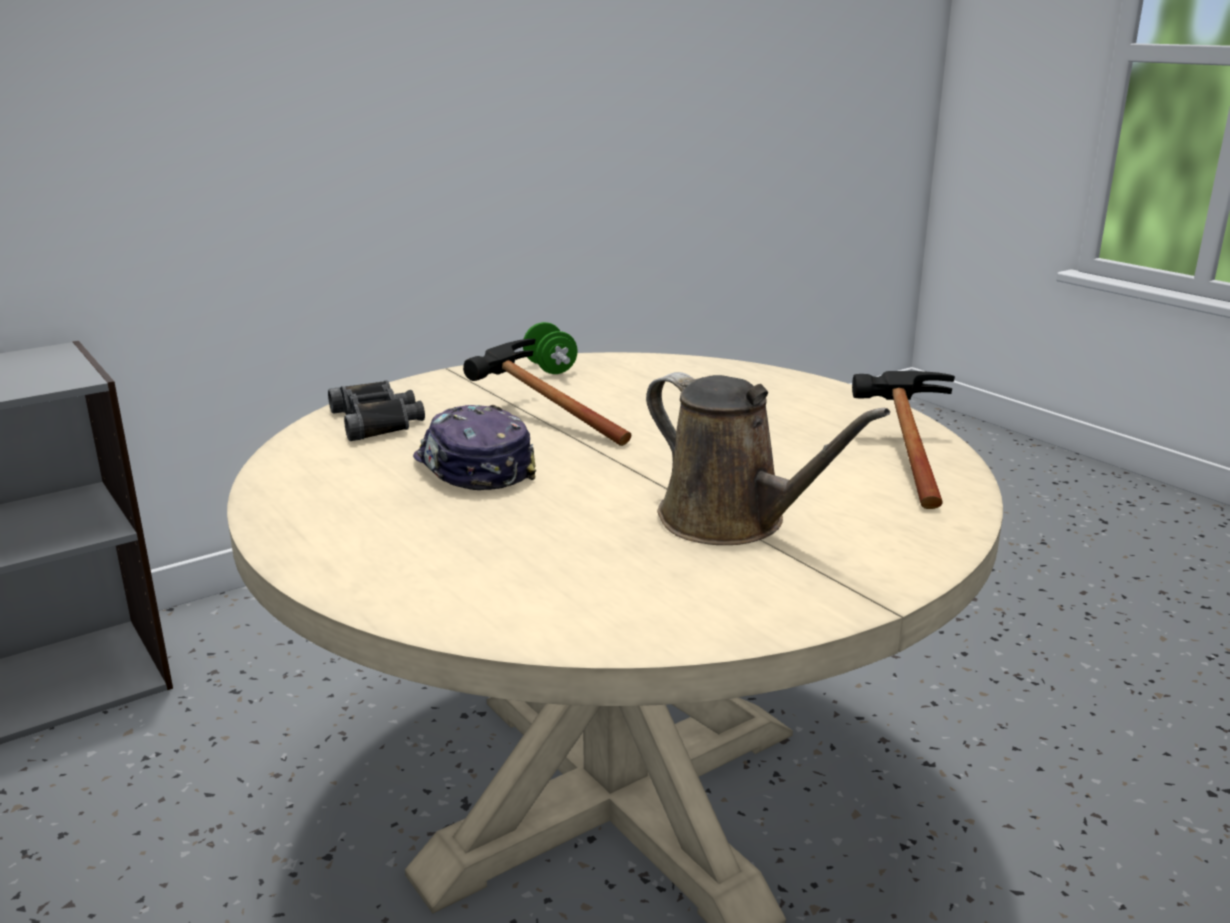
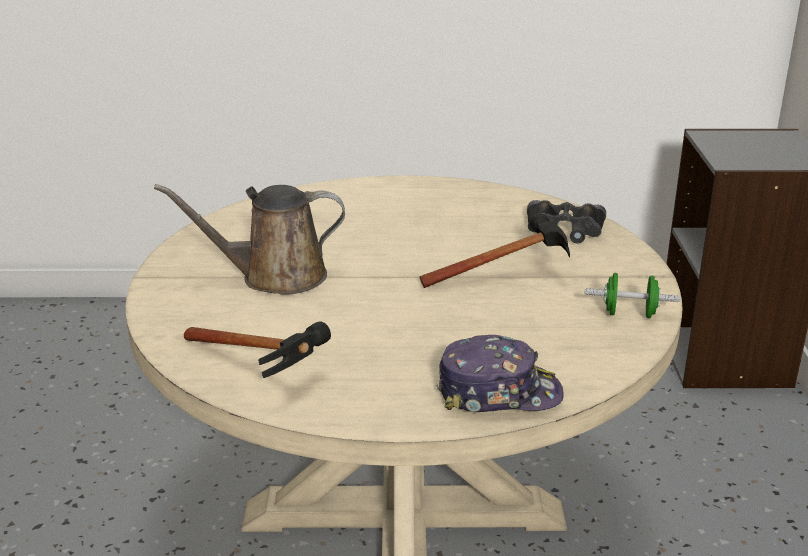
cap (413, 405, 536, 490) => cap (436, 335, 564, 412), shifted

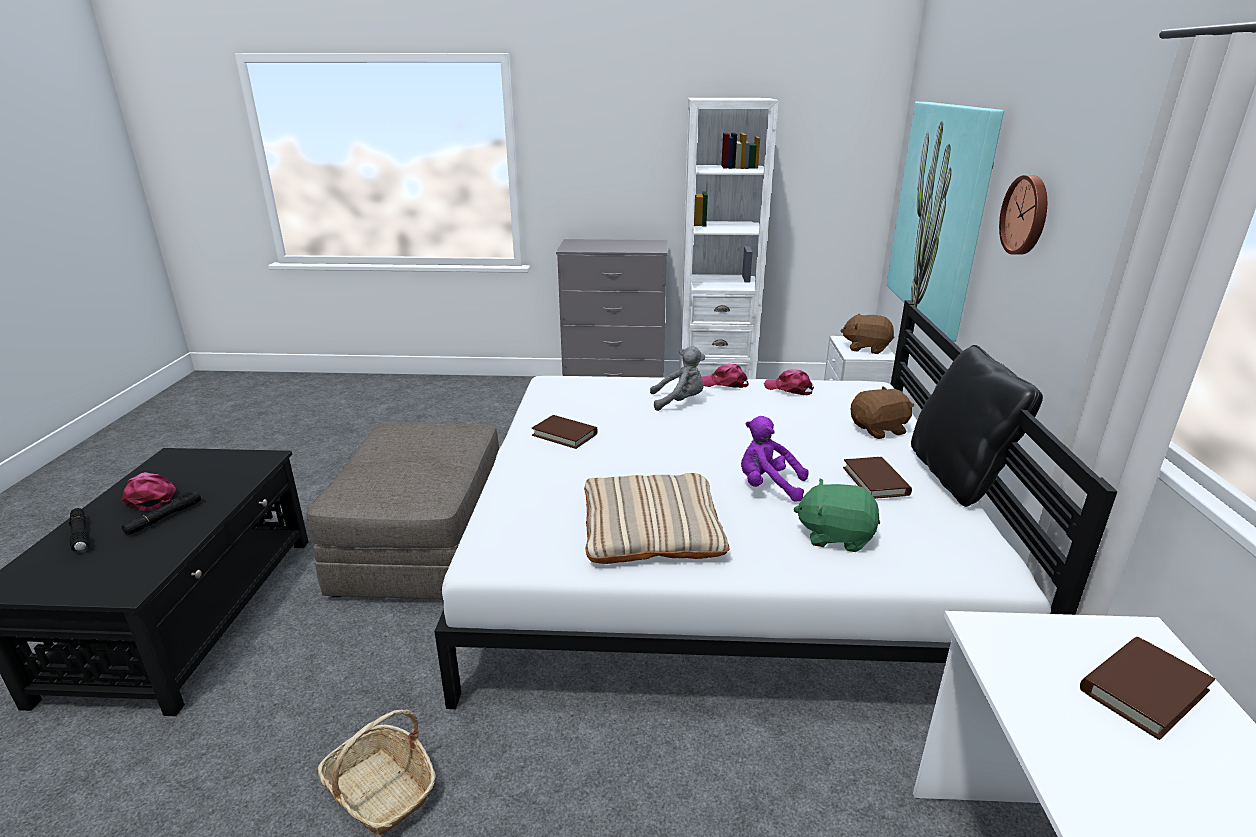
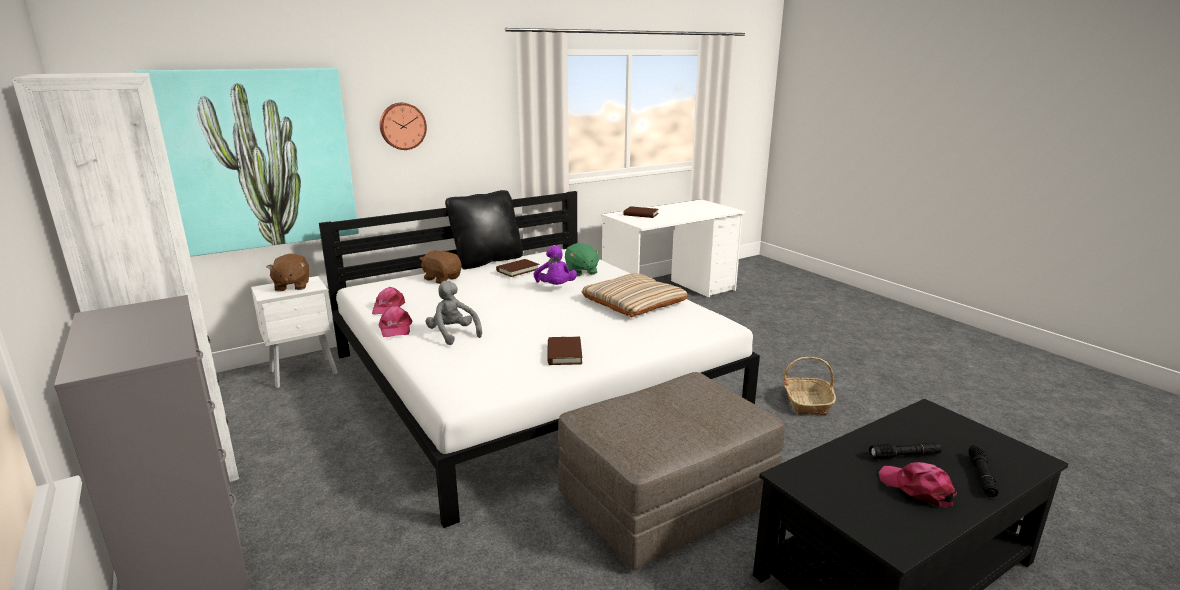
pink_cap (121, 472, 176, 511) => pink_cap (879, 462, 957, 508), 120 degrees clockwise

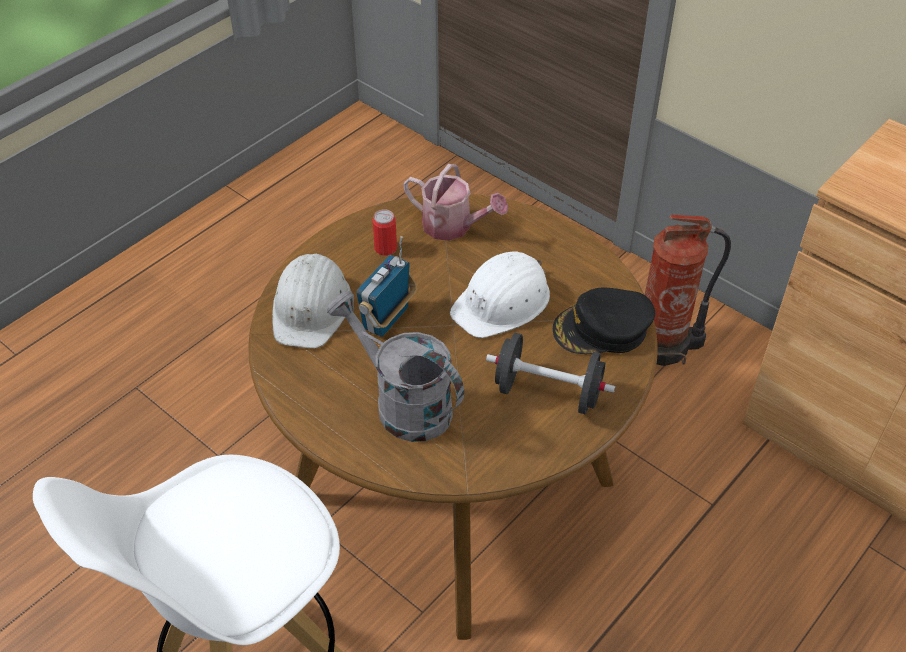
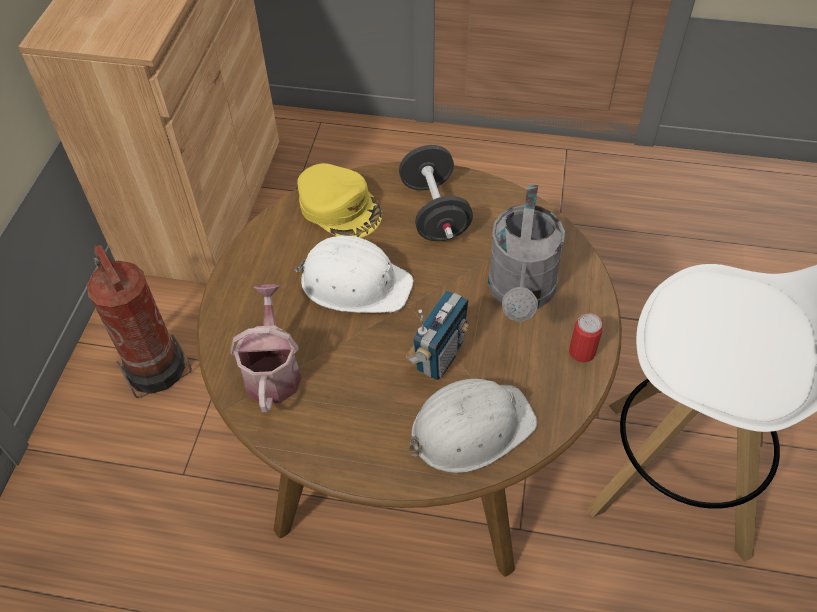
radio (356, 236, 417, 337) => radio (406, 290, 469, 380), 60 degrees counterclockwise
can (373, 209, 397, 256) => can (569, 313, 603, 362), shifted
black_cap (553, 288, 655, 354) => yellow_cap (297, 163, 382, 238)

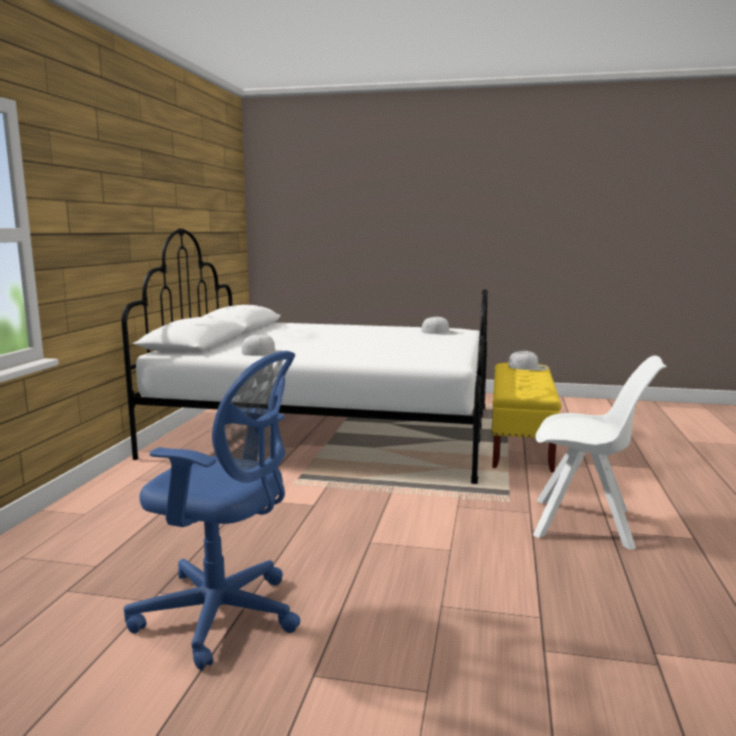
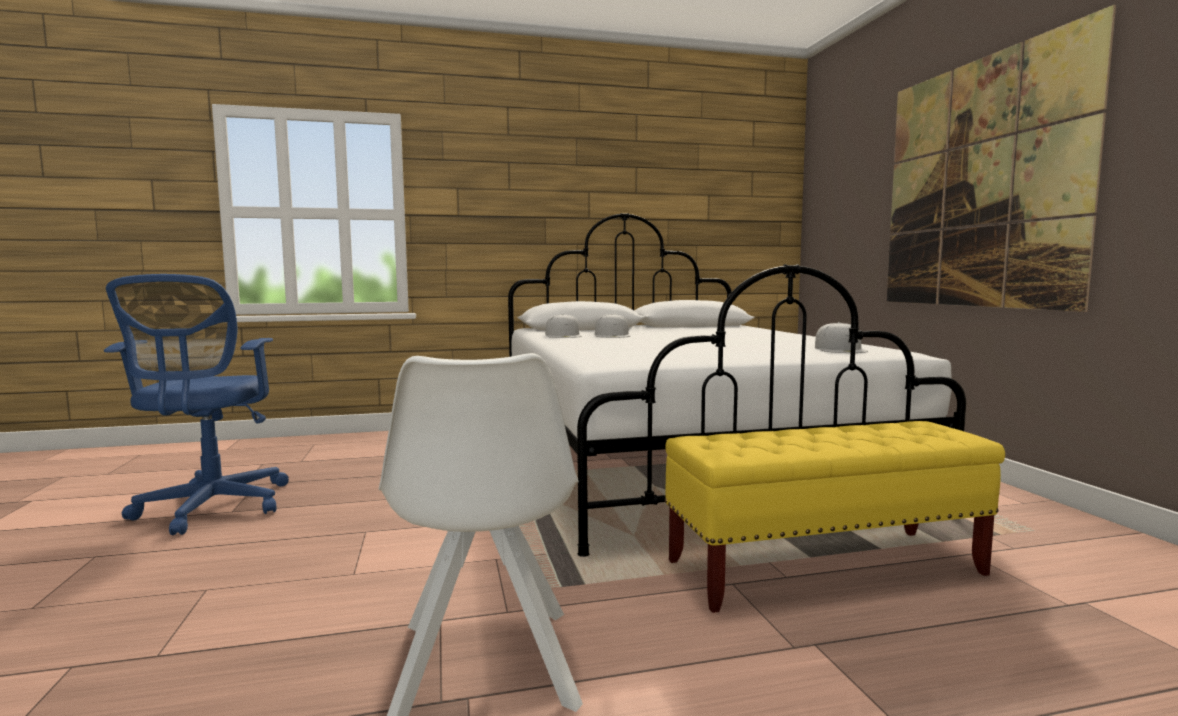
white_cap (508, 351, 548, 371) => white_cap (595, 314, 631, 338), shifted
nothing => picture (887, 5, 1116, 312)

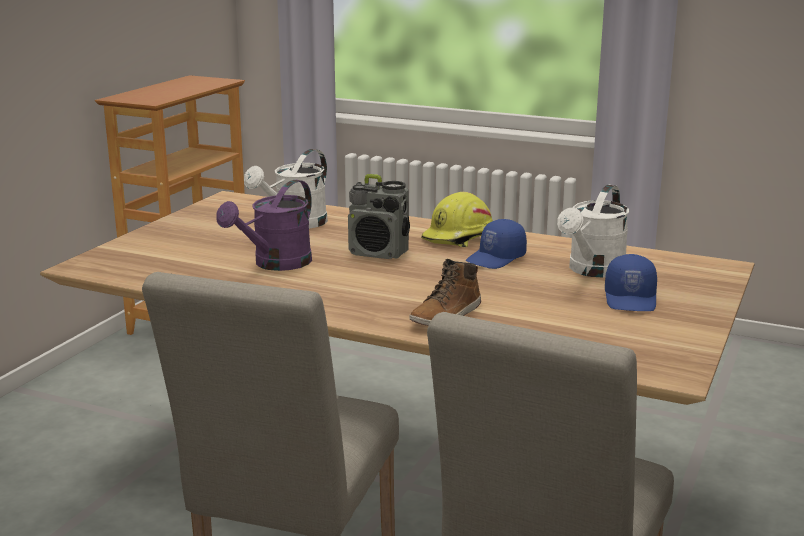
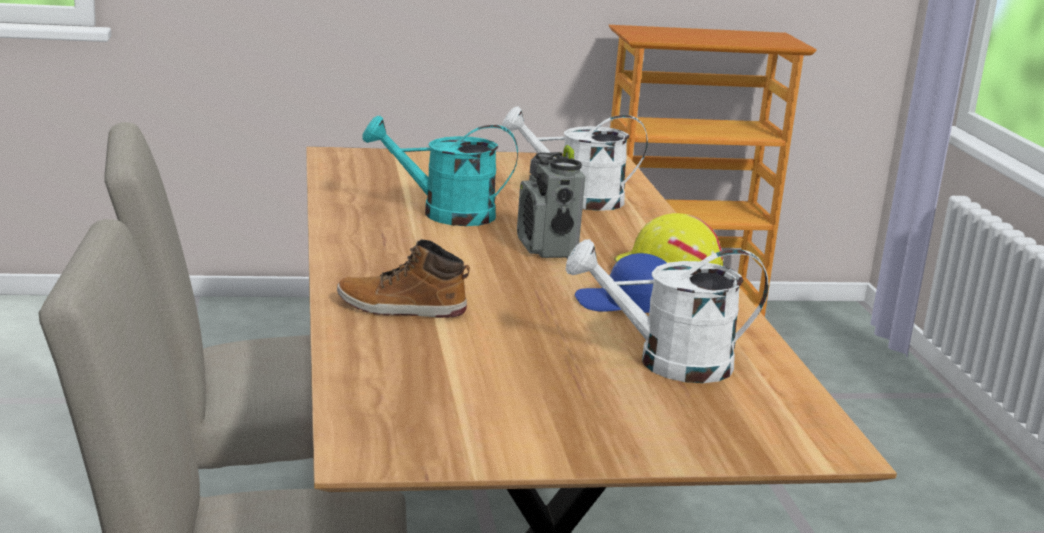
purple_watering_can (216, 180, 312, 271) => turquoise_watering_can (362, 115, 518, 226)
blue_cap (605, 254, 657, 311) => nothing

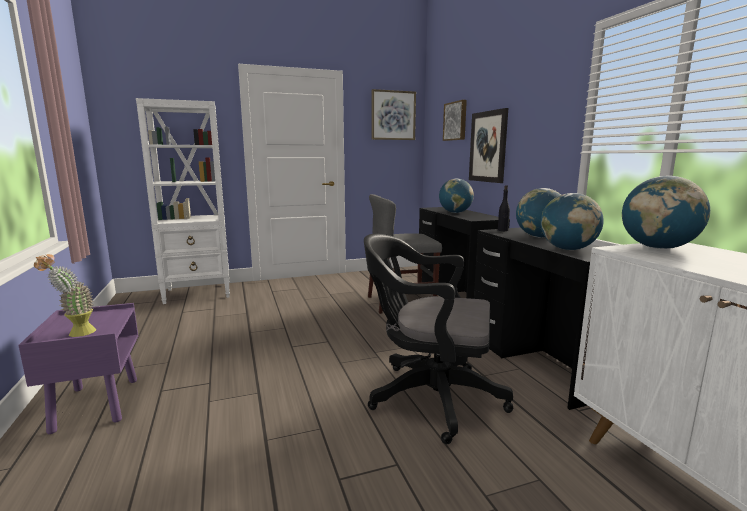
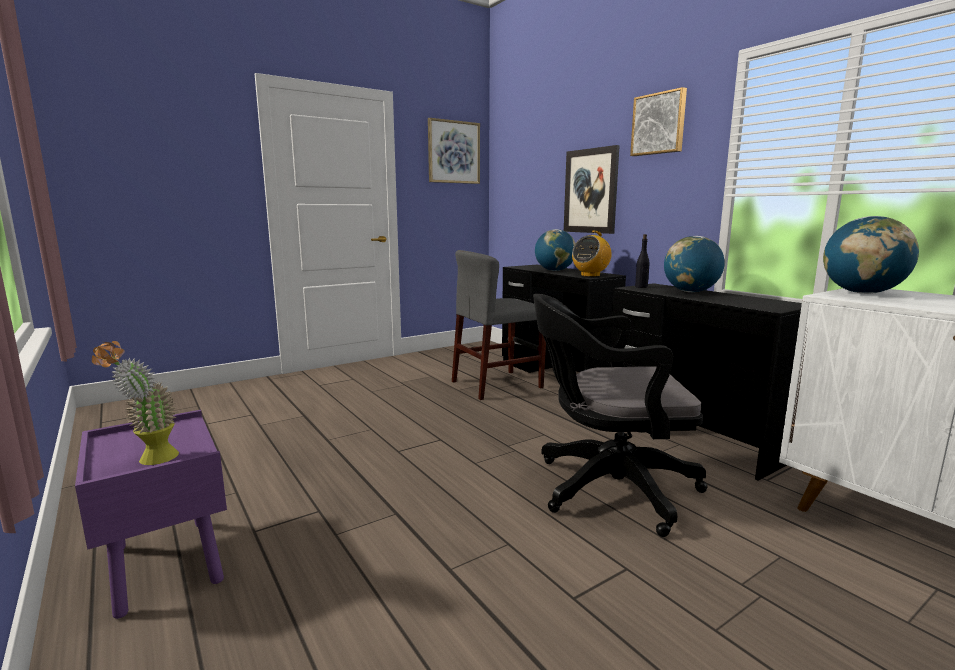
white_bookcase (136, 98, 230, 304) => nothing
picture (443, 100, 467, 141) => picture (630, 87, 687, 156), shifted
globe (541, 193, 604, 250) => nothing
nothing => radio (572, 231, 612, 277)

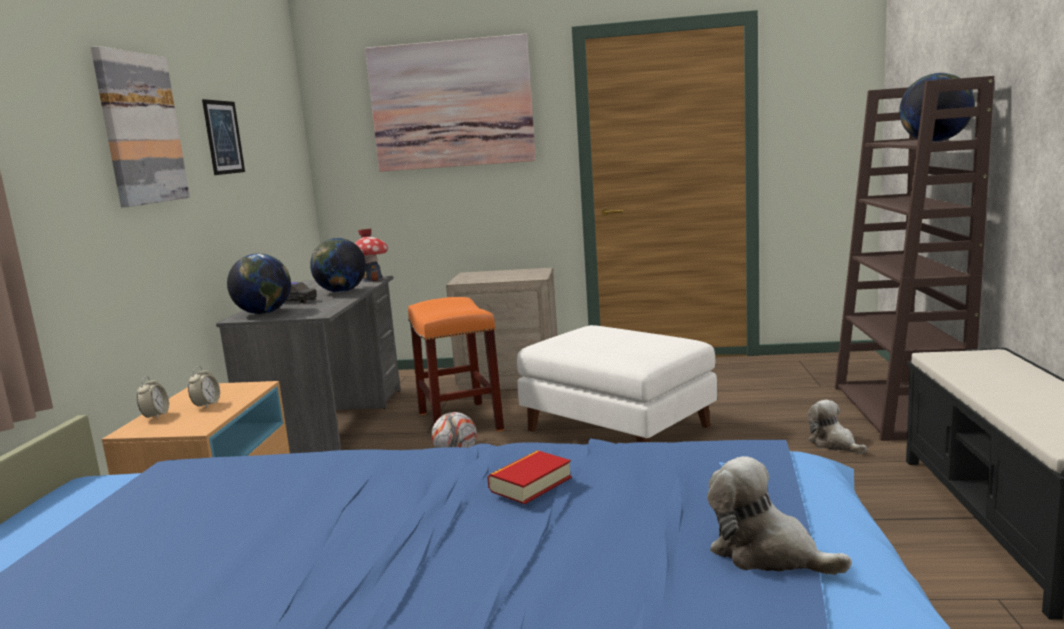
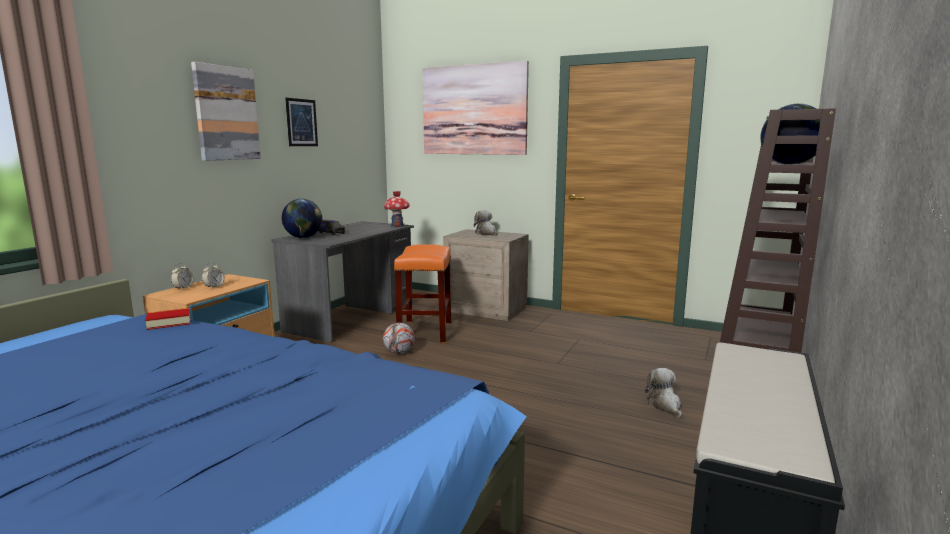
globe (310, 238, 366, 293) => nothing
book (487, 450, 572, 504) => book (145, 308, 190, 330), shifted
white_ottoman (517, 325, 717, 442) => nothing
plush_toy (707, 456, 852, 575) => plush_toy (474, 210, 497, 236), shifted

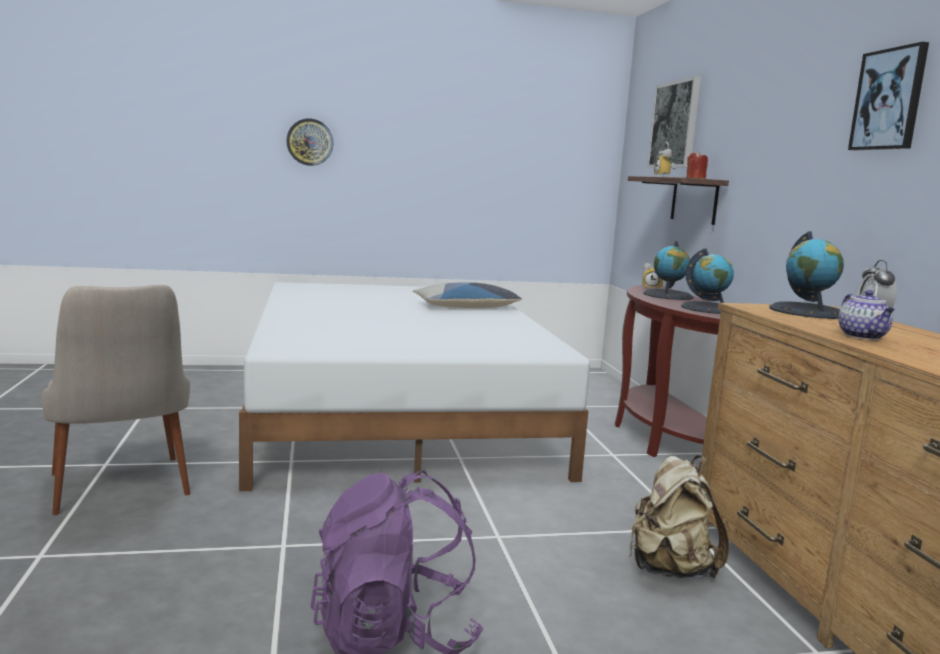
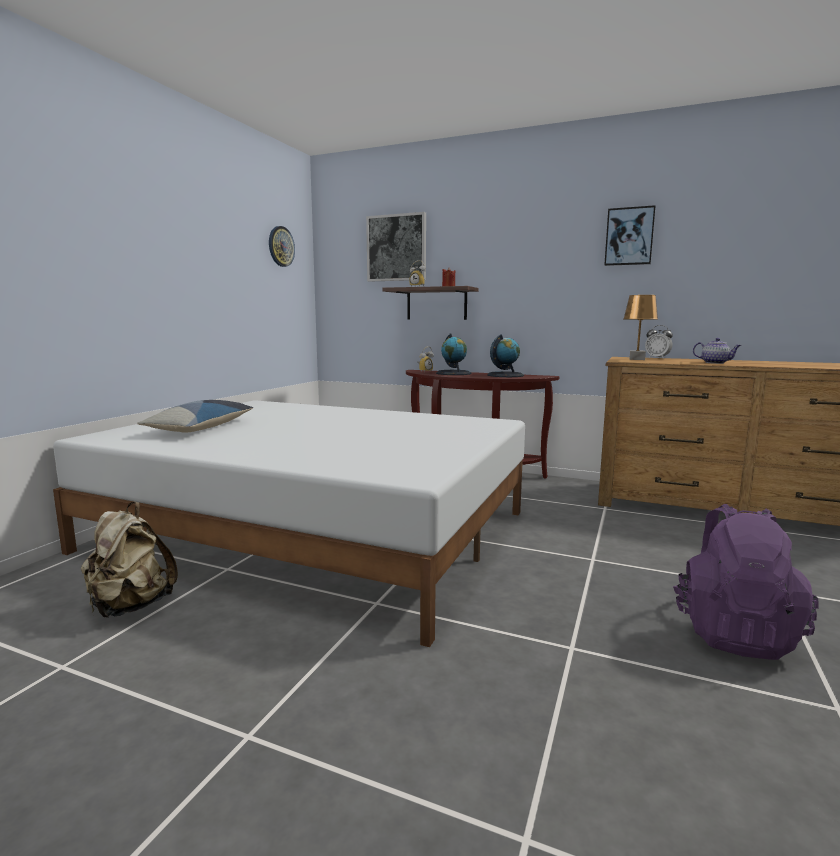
beige_chair (41, 285, 190, 515) => nothing
wall_clock (286, 118, 334, 166) => wall_clock (269, 226, 295, 267), shifted
pillow (413, 282, 522, 308) => pillow (137, 400, 253, 433), shifted
beige_backpack (629, 455, 729, 579) => beige_backpack (81, 502, 178, 618), shifted
globe (769, 231, 844, 319) => brown_table_lamp (623, 295, 658, 360)

